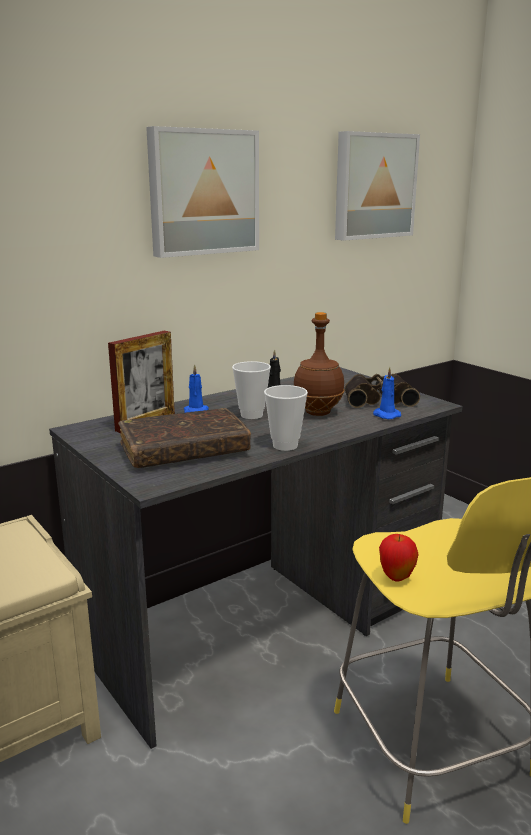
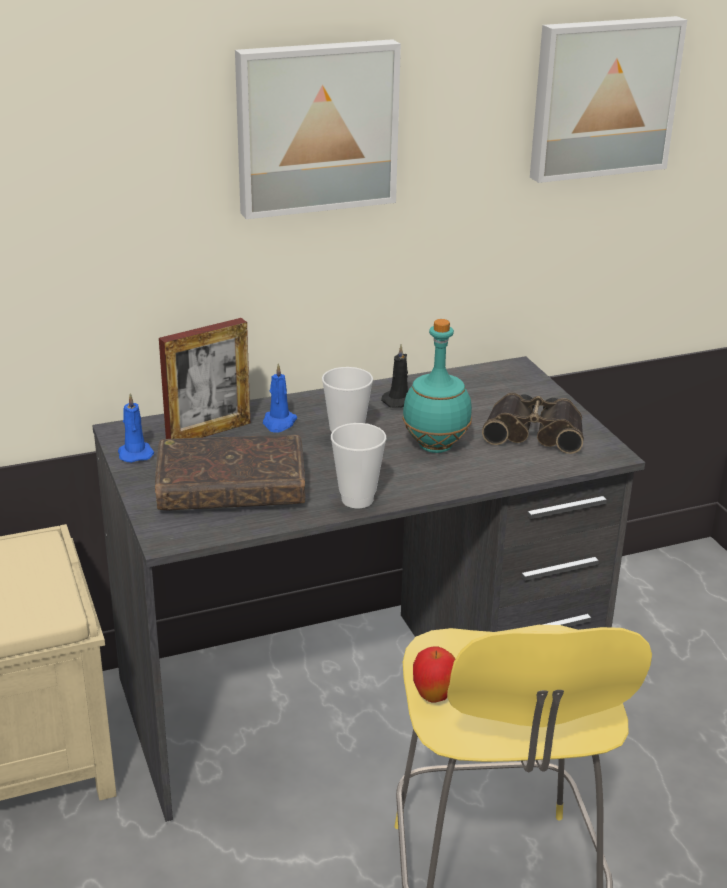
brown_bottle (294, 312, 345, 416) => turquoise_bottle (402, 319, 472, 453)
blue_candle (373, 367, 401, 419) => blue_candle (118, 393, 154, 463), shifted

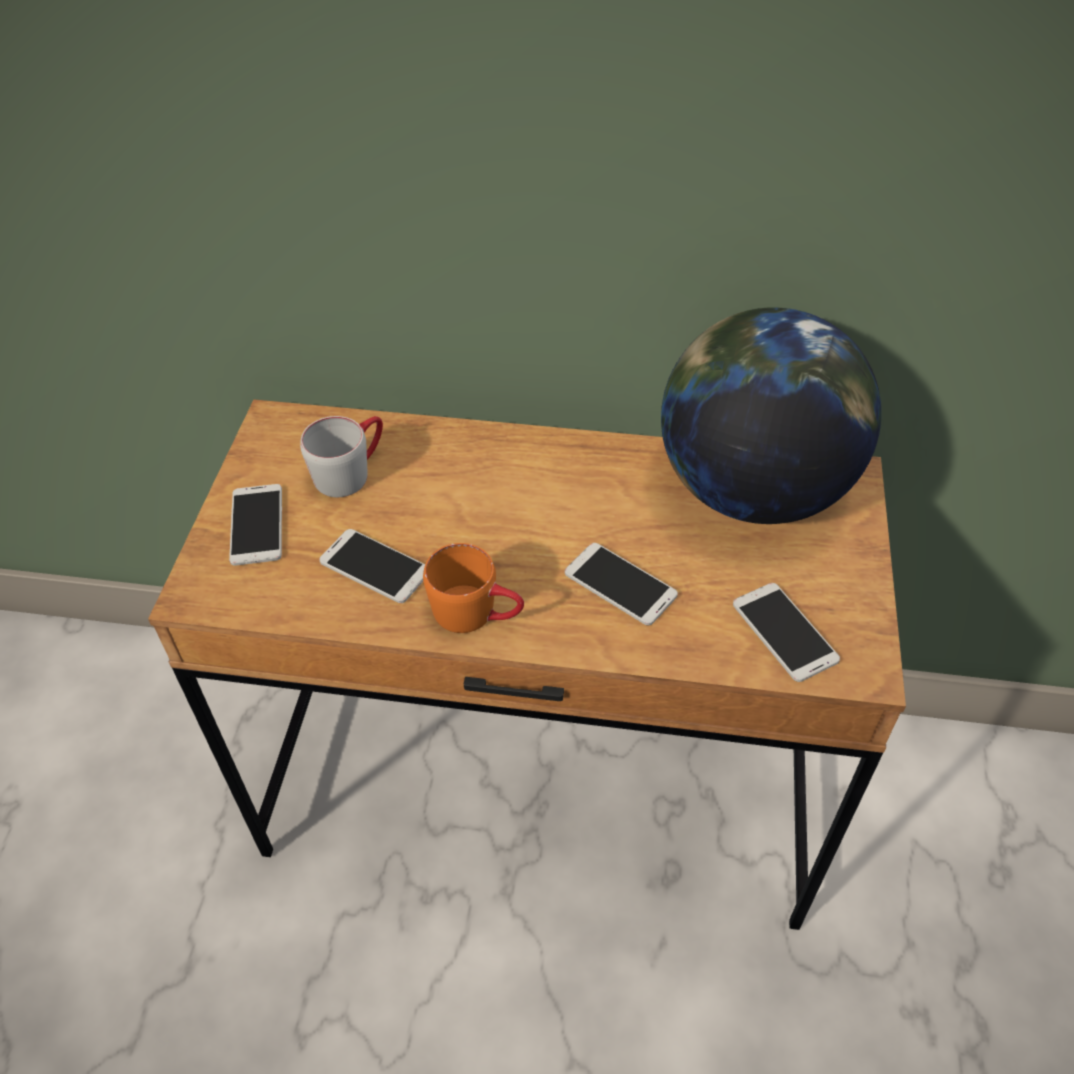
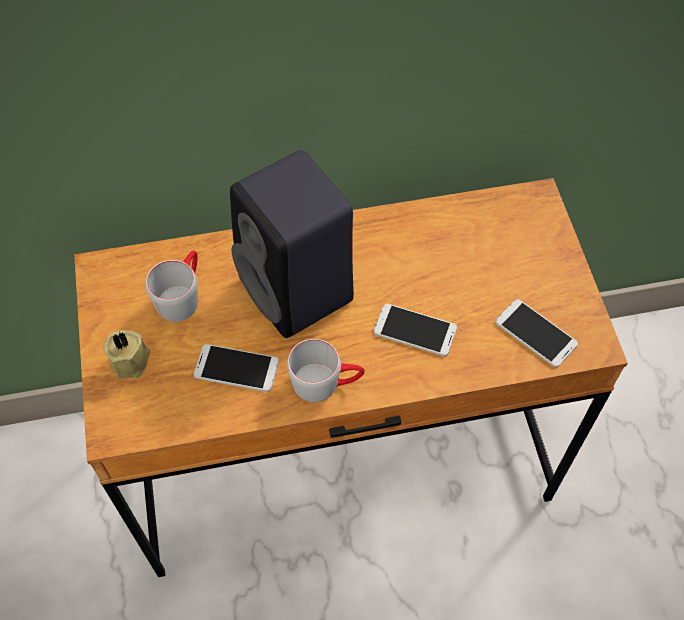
phone (229, 484, 282, 566) => beige_candle (103, 330, 151, 379)
orange_mug (423, 543, 524, 633) => grey_mug (287, 339, 365, 402)
globe (661, 307, 881, 524) => nothing
nothing => black_speaker (230, 150, 354, 338)

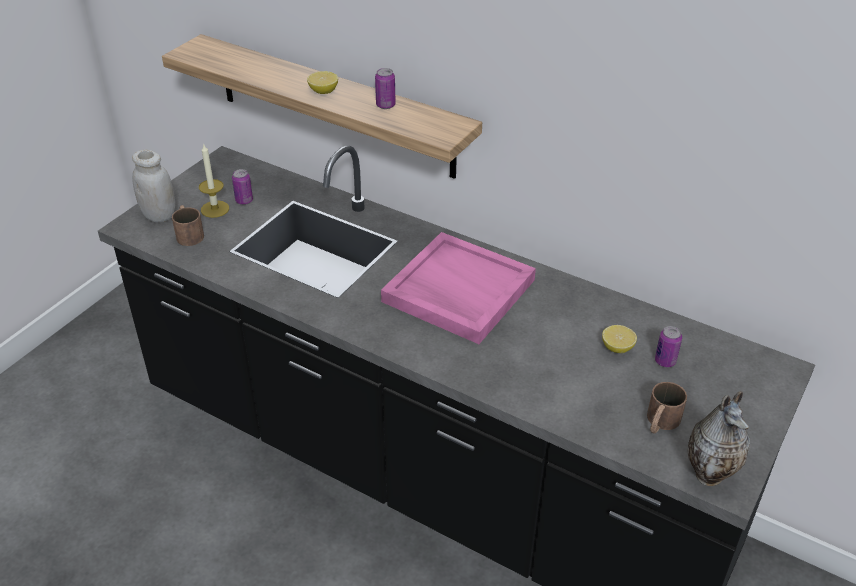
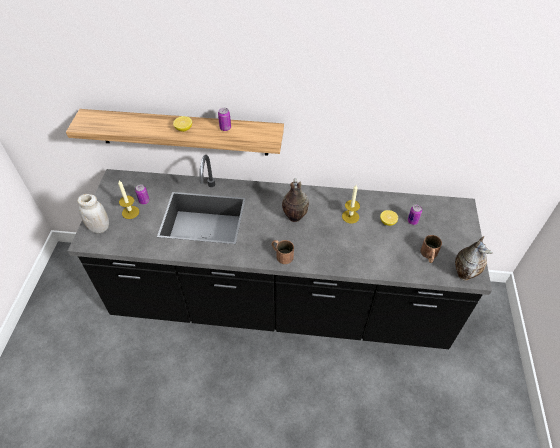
brown_mug (172, 205, 204, 246) => brown_mug (272, 240, 294, 264), shifted
pink_tray (381, 232, 536, 344) => vase (282, 178, 309, 222)
nothing => candle (342, 185, 360, 223)

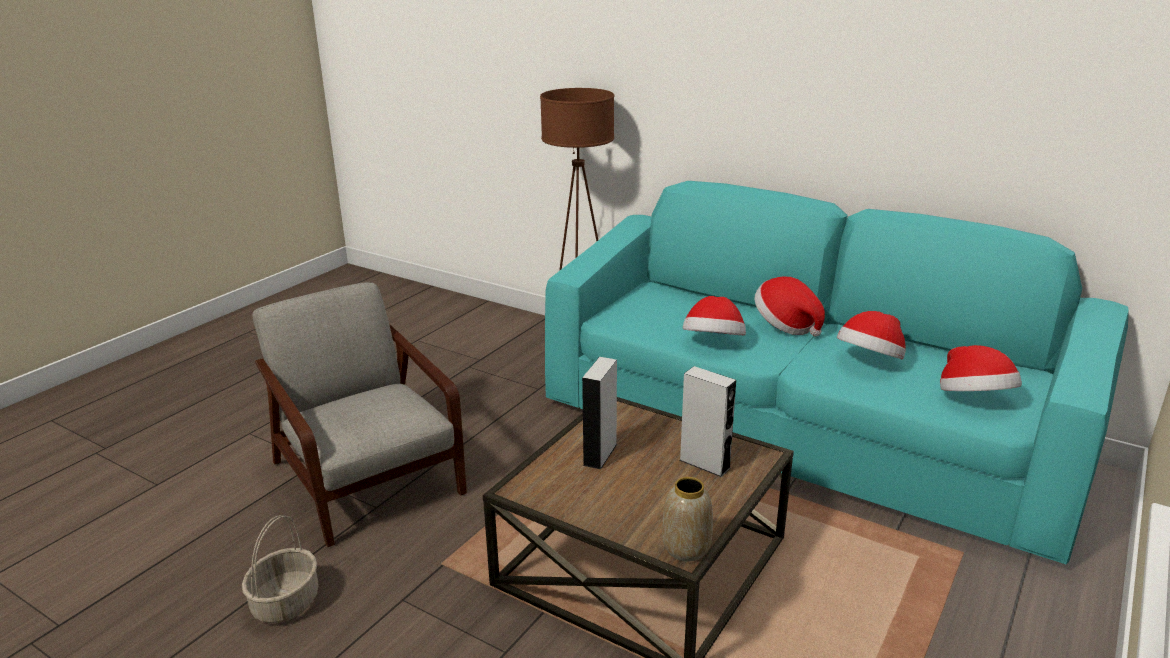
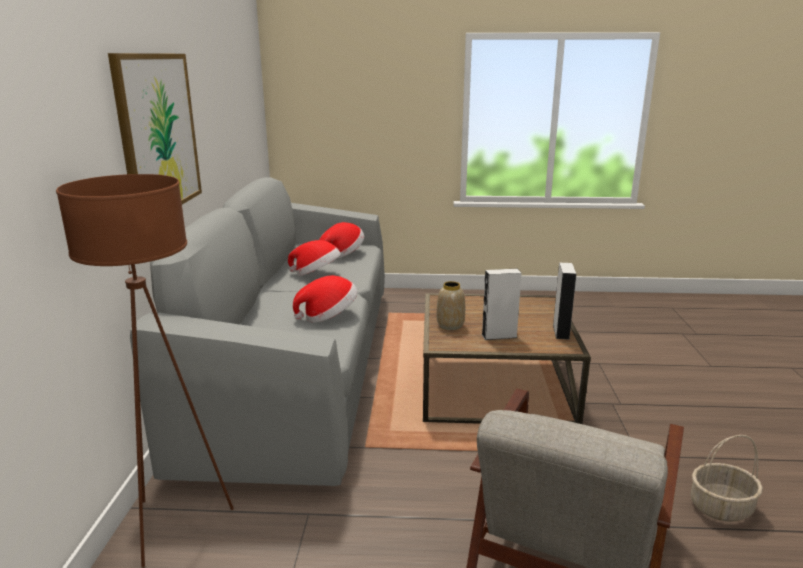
turquoise_sofa (545, 181, 1129, 564) => grey_sofa (130, 177, 385, 486)
vase (662, 477, 713, 561) => vase (437, 281, 465, 330), shifted
grey_speaker (679, 366, 736, 477) => grey_speaker (553, 263, 576, 340), shifted
hat (755, 276, 825, 337) => nothing
nothing => picture (108, 53, 202, 204)

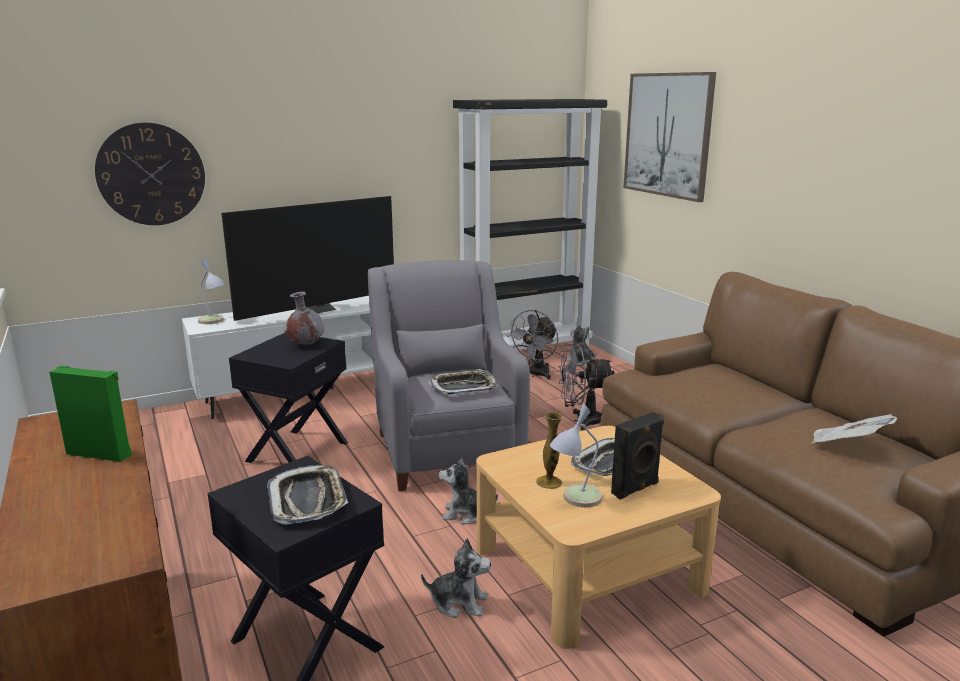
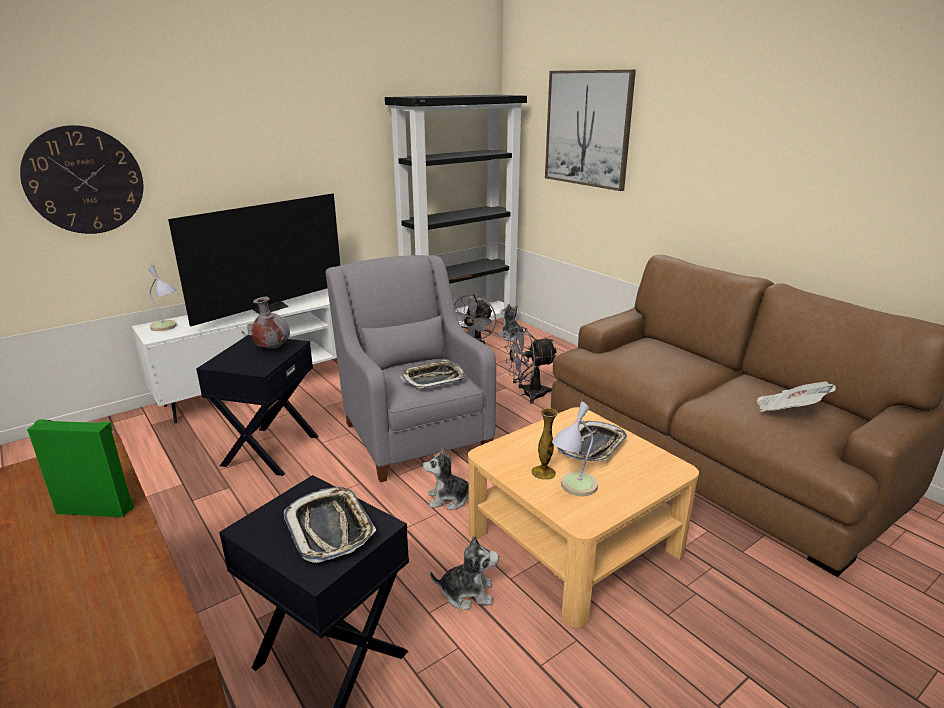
black_speaker (611, 412, 664, 499) => nothing

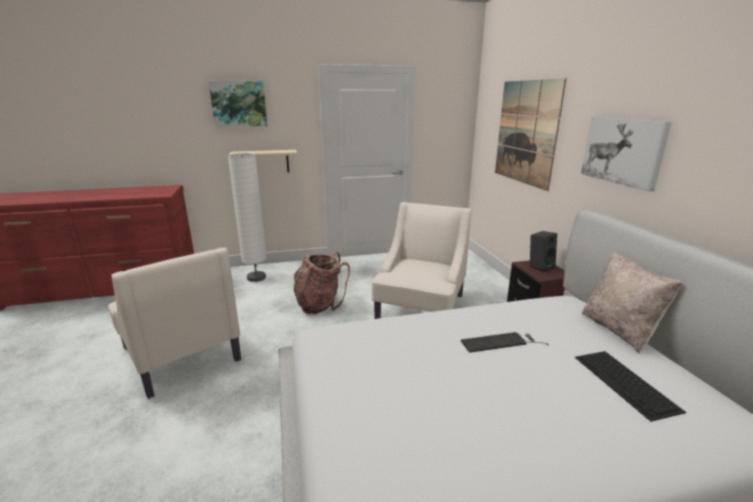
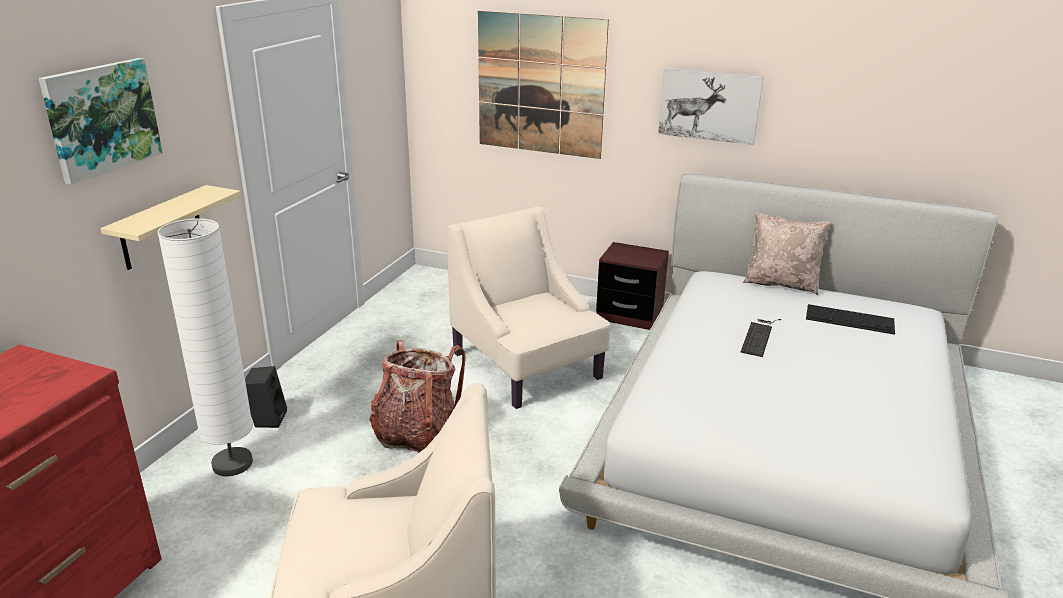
black_speaker (530, 231, 557, 272) => black_speaker (245, 366, 287, 428), shifted

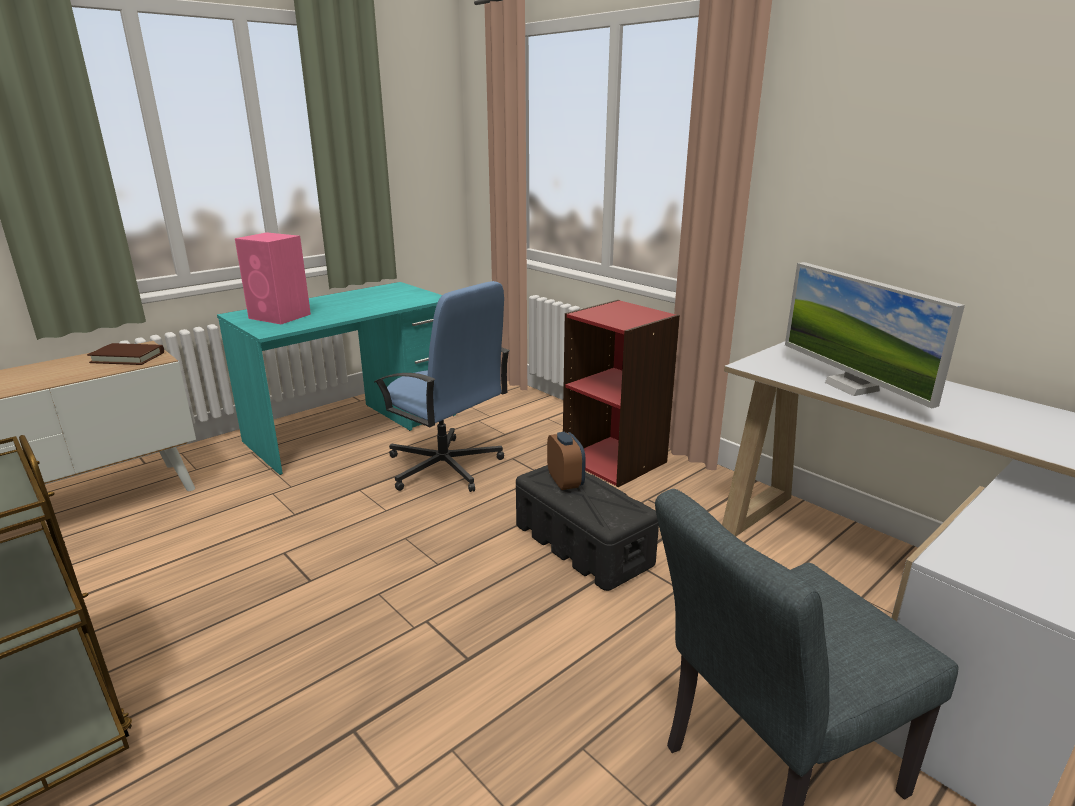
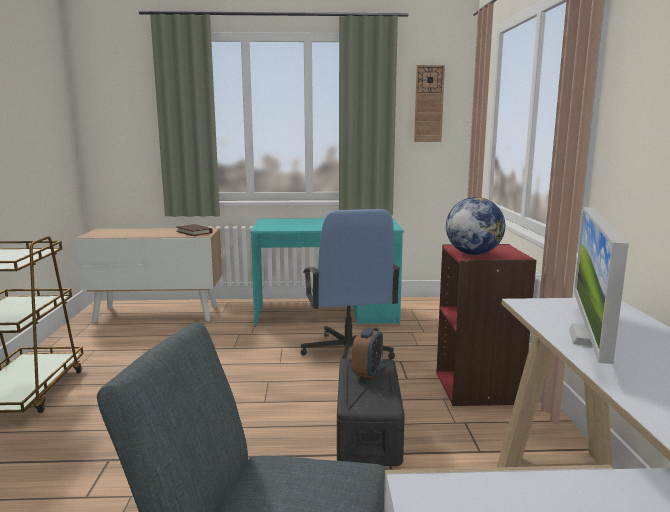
pink_speaker (235, 232, 311, 324) => nothing
nothing => wall_clock (414, 65, 445, 142)
nothing => globe (446, 197, 505, 255)

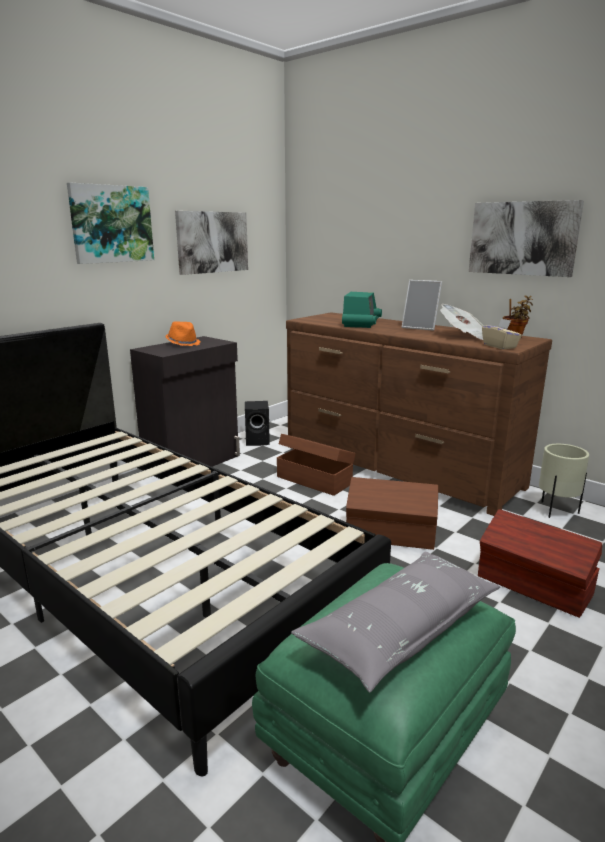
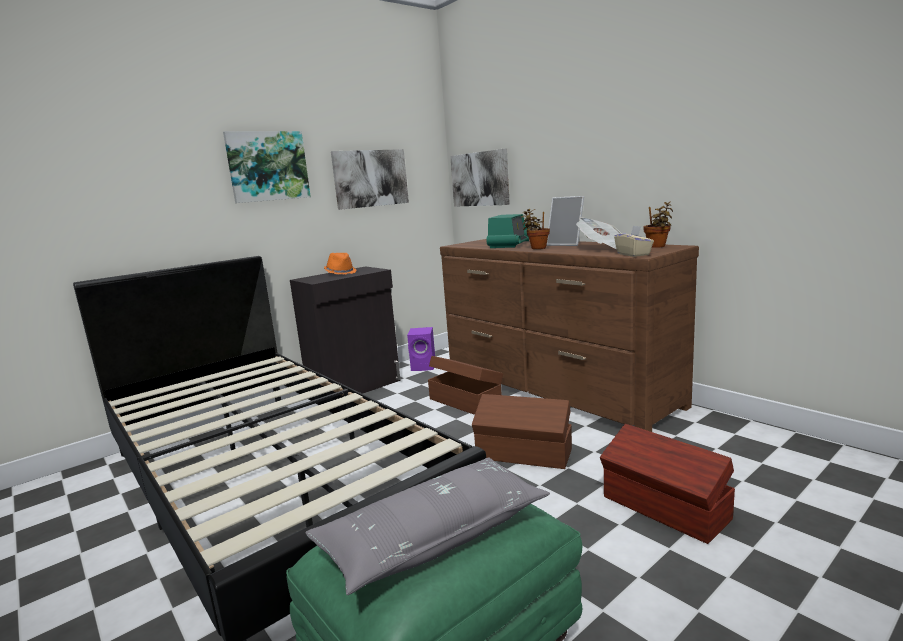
black_speaker (245, 401, 270, 446) => purple_speaker (407, 327, 435, 371)
picture (469, 200, 584, 277) => picture (450, 148, 510, 207), shifted
beige_planter (539, 444, 589, 518) => nothing
nothing => potted_plant (521, 209, 550, 249)

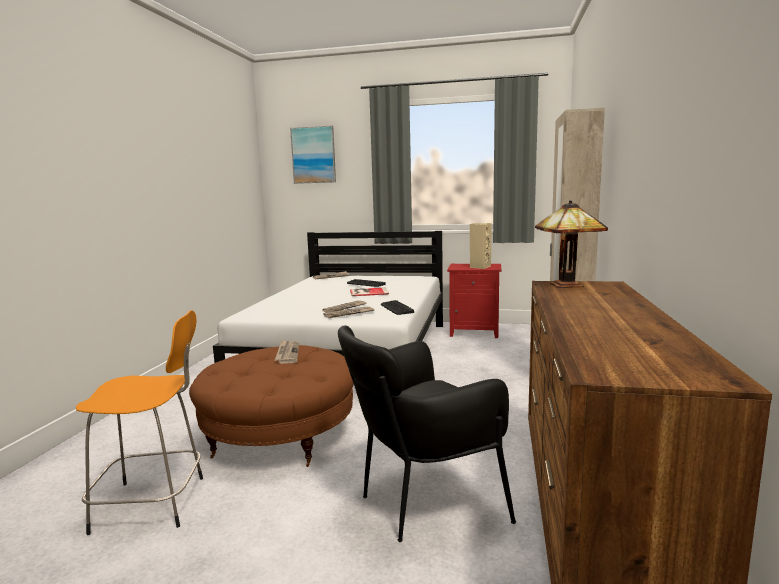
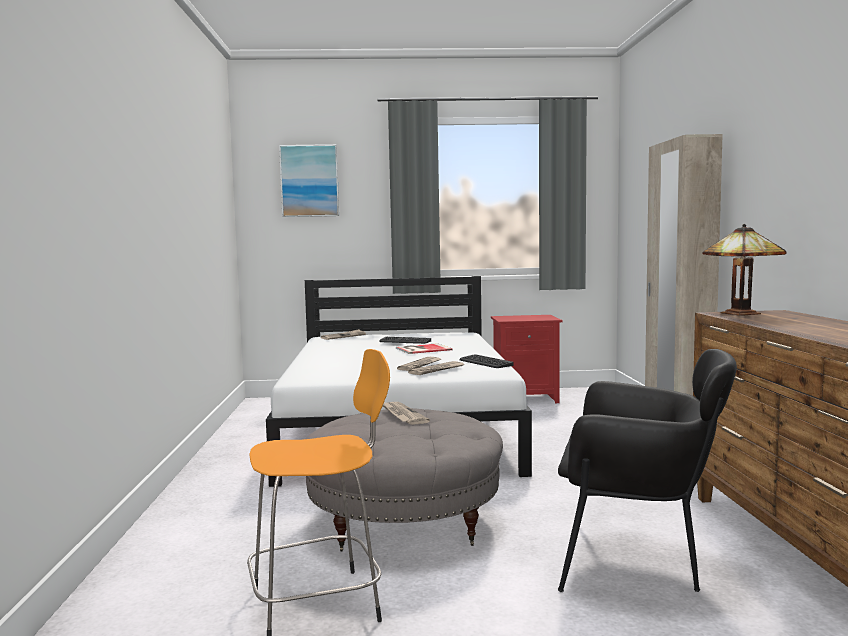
brown_ottoman (189, 345, 354, 467) => grey_ottoman (306, 408, 503, 552)
black_armchair (338, 325, 516, 542) => black_armchair (558, 349, 737, 592), 120 degrees counterclockwise
beige_speaker (470, 223, 492, 269) => nothing

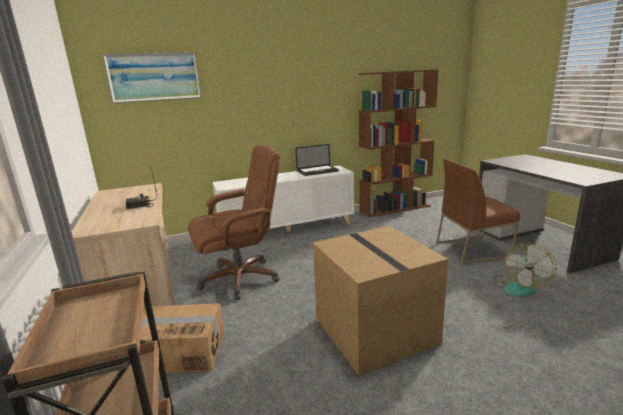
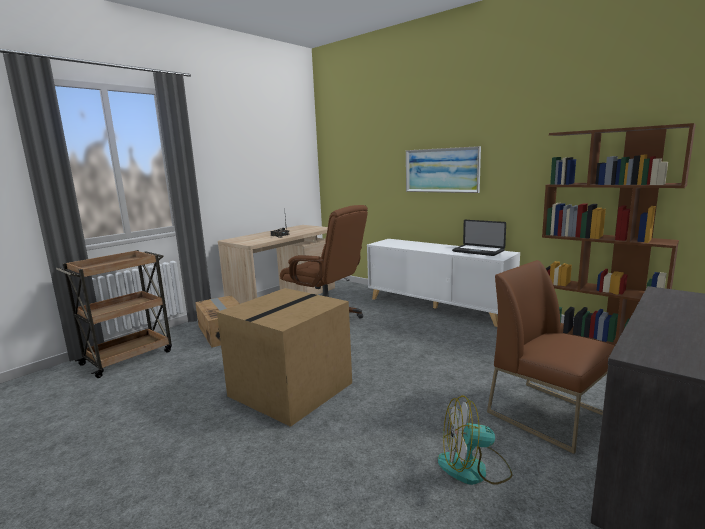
picture (102, 52, 202, 103) => picture (406, 146, 481, 193), shifted

